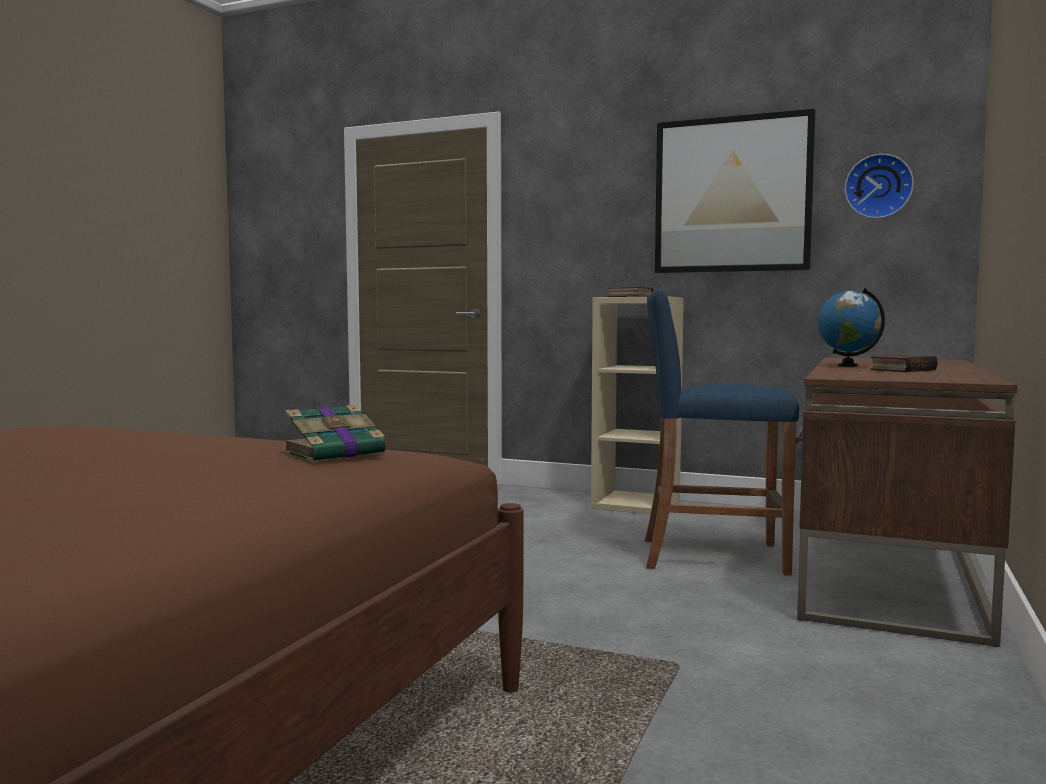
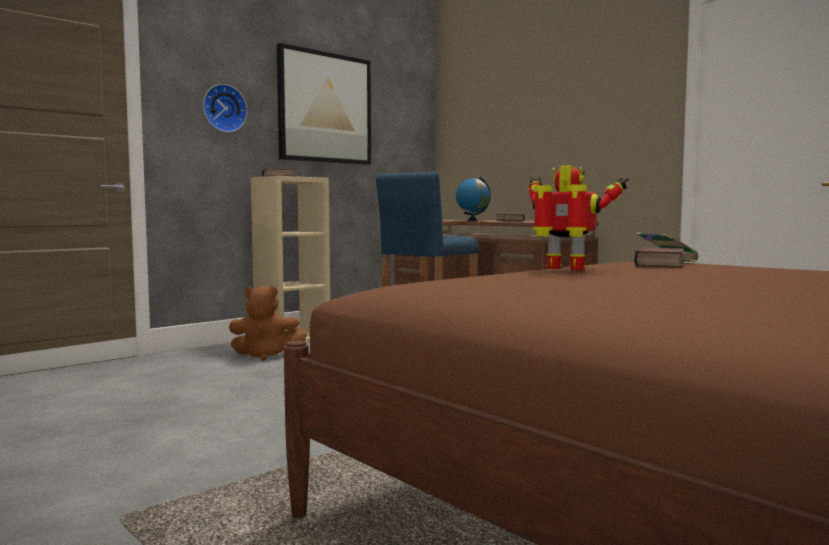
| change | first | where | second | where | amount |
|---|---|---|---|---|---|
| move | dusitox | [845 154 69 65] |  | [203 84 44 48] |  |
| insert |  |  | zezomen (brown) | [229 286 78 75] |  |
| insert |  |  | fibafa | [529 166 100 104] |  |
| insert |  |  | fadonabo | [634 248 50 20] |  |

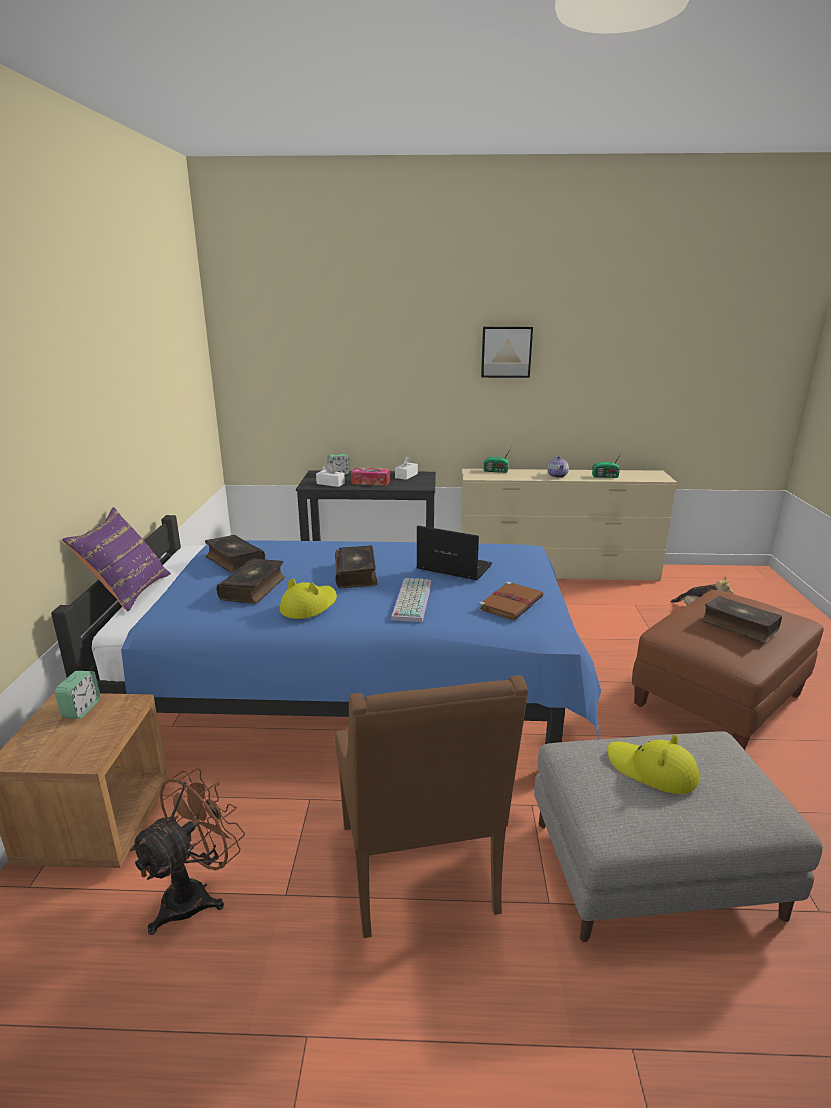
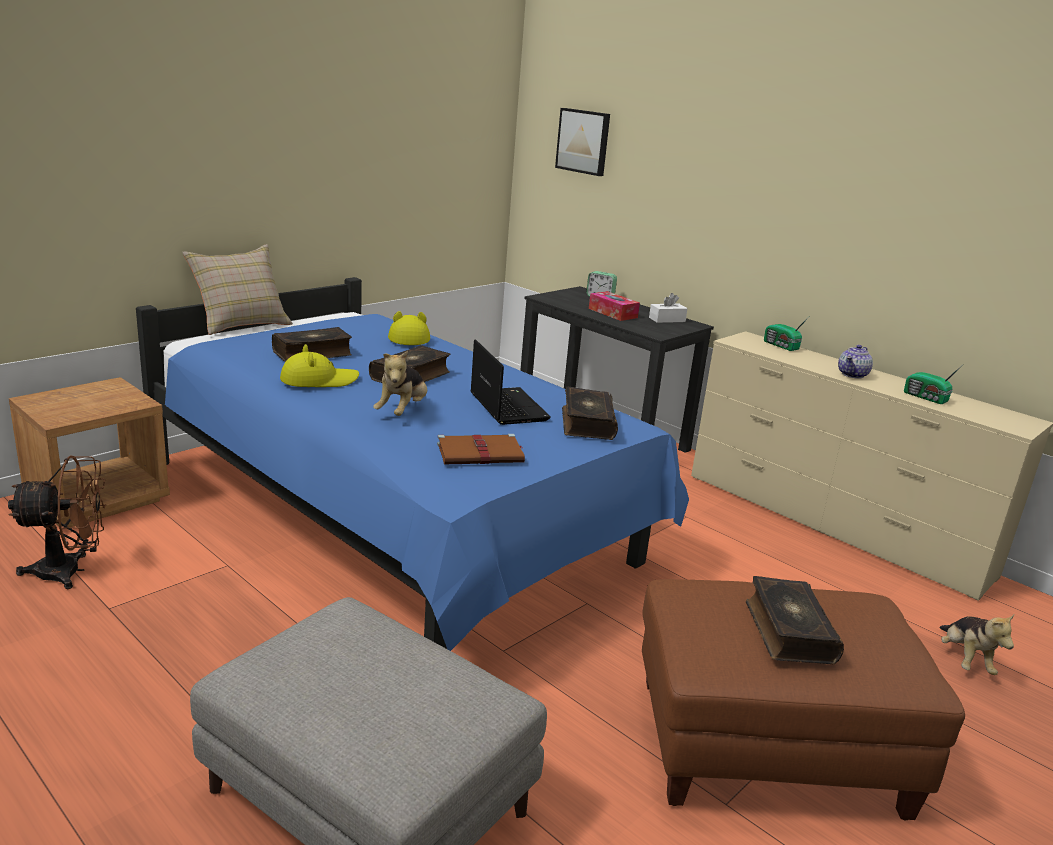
| change | first | where | second | where | amount |
|---|---|---|---|---|---|
| delete | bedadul | [55 671 45 48] |  |  |  |
| recolor | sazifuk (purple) | [62 507 109 104] | sazifuk (beige) | [182 244 111 91] |  |
| move | fadonabo | [205 535 60 38] |  | [562 387 56 53] |  |
| delete | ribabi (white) | [316 463 29 24] |  |  |  |
| delete | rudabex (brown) | [335 675 193 263] |  |  |  |
| replace | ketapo | [391 578 41 44] | zezomen | [373 350 54 66] |  |
| move | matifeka | [481 327 52 51] |  | [555 108 55 68] |  |
| move | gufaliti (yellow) | [607 734 92 60] |  | [388 311 42 34] |  |

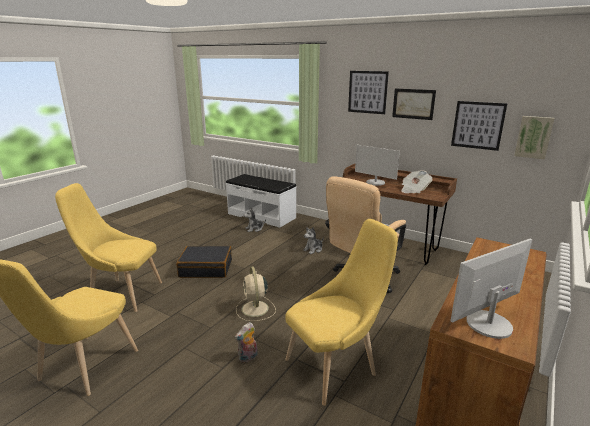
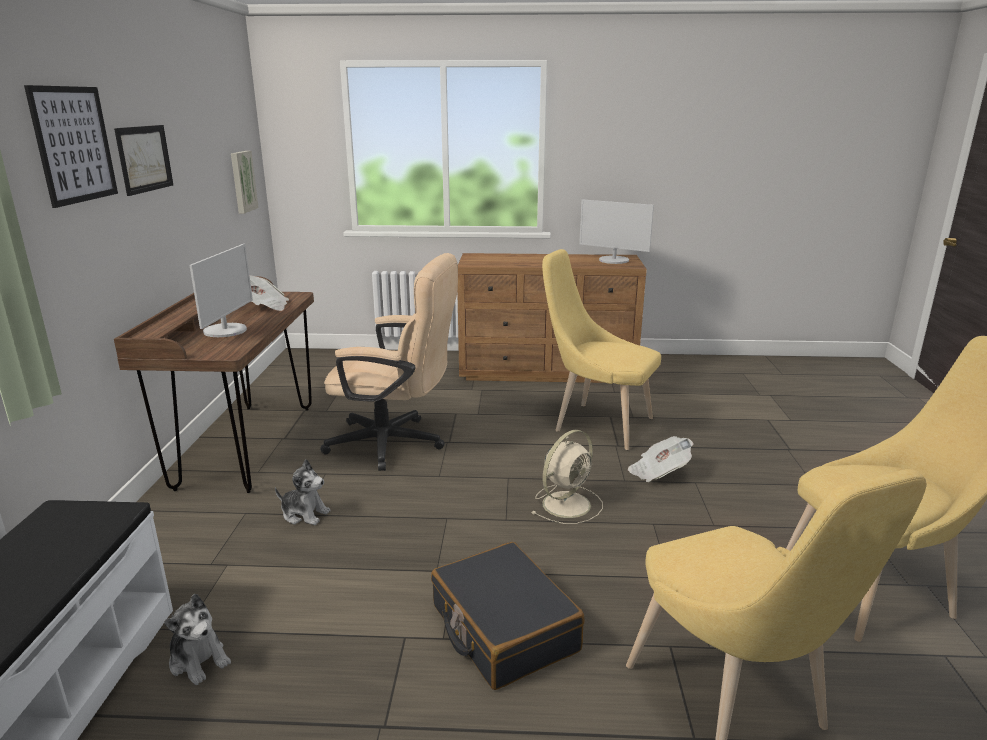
| change | first | where | second | where | amount |
|---|---|---|---|---|---|
| replace | zezomen | [235 322 23 41] | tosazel | [628 436 66 46] |  |
| delete | matifeka | [451 101 56 50] |  |  |  |

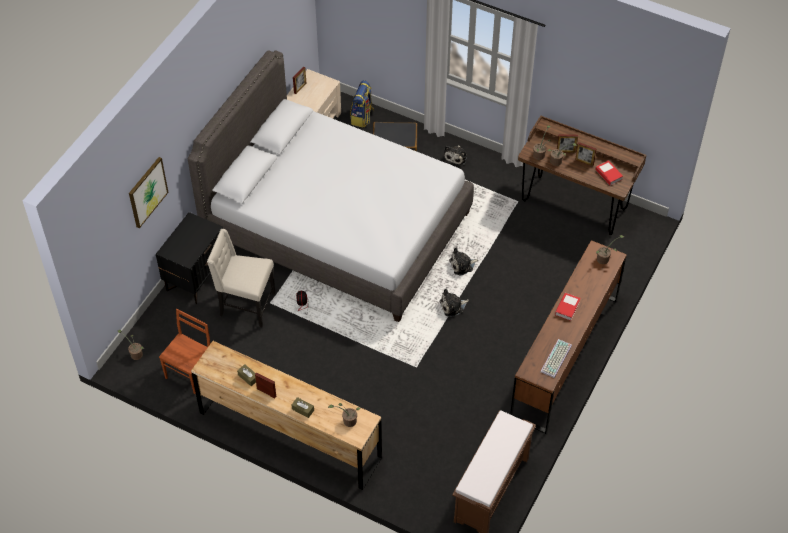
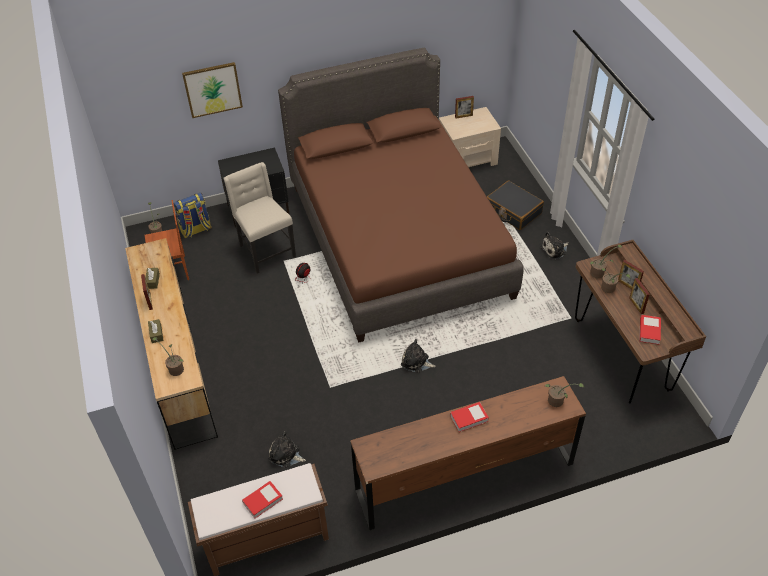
| change | first | where | second | where | amount |
|---|---|---|---|---|---|
| recolor | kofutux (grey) | [187 50 287 272] | kofutux (brown) | [278 48 246 295] |  |
| move | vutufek | [350 80 24 47] |  | [173 193 39 45] |  |
| move | zezomen | [449 247 29 28] |  | [268 431 38 36] |  |
| delete | ketapo | [540 339 32 39] |  |  |  |
| insert |  |  | fadonabo | [242 481 41 37] |  |

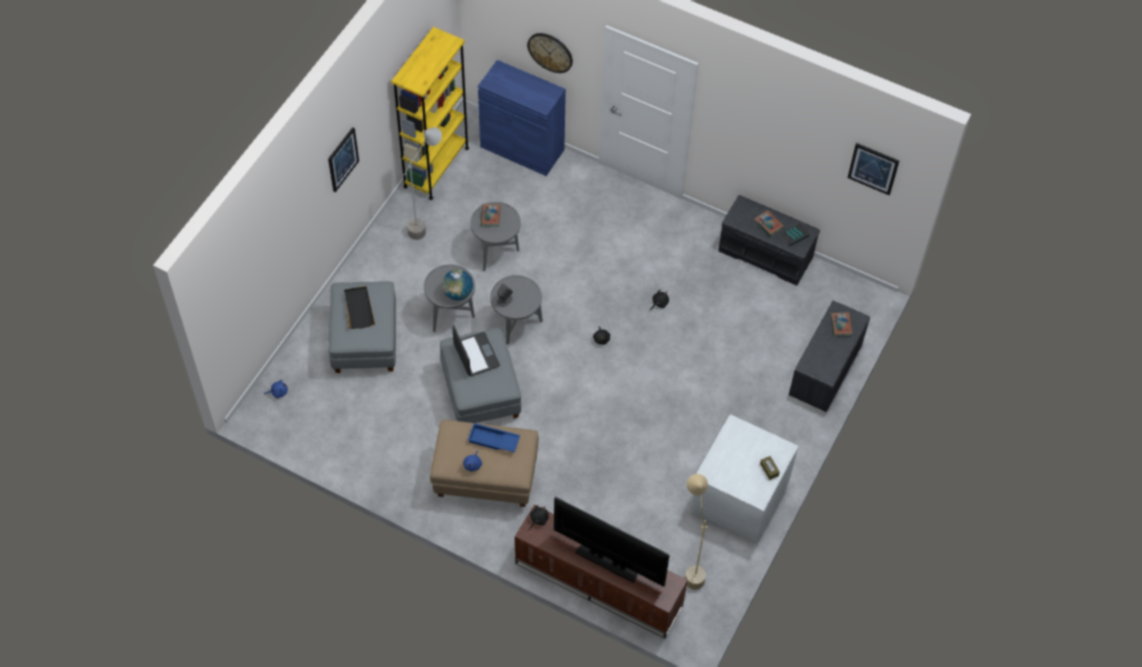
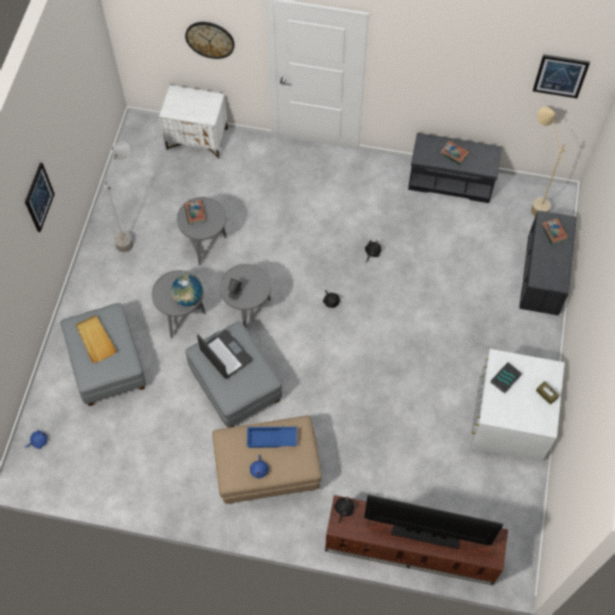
| change | first | where | second | where | amount |
|---|---|---|---|---|---|
| recolor | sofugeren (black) | [344 286 31 43] | sofugeren (beige) | [75 315 42 48] |  |
| delete | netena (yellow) | [391 27 78 173] |  |  |  |
| replace | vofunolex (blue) | [478 60 88 116] | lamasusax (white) | [159 85 69 74] |  |
| move | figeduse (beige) | [685 474 23 116] |  | [531 107 34 110] |  |
| move | fadonabo | [780 222 30 24] |  | [490 362 32 32] |  |

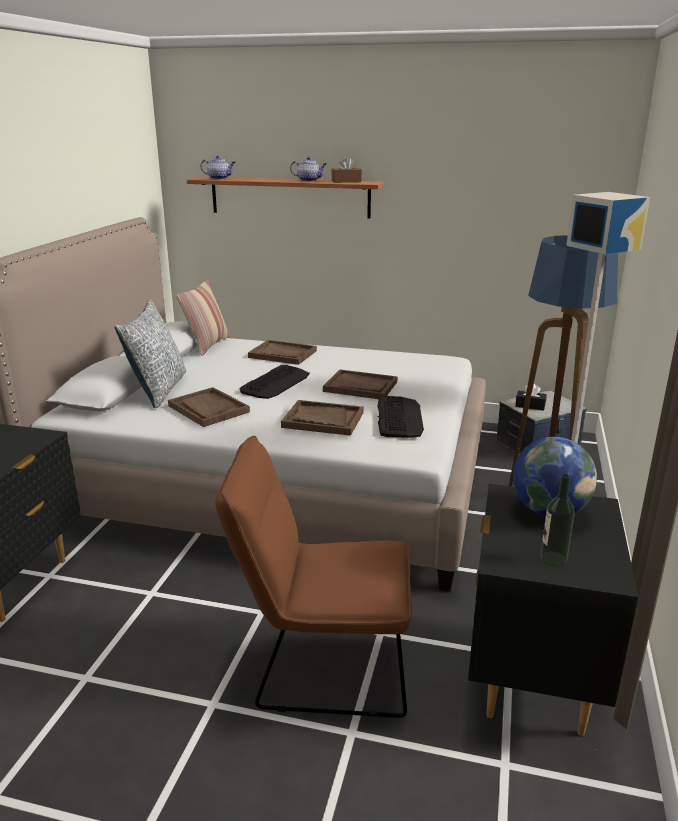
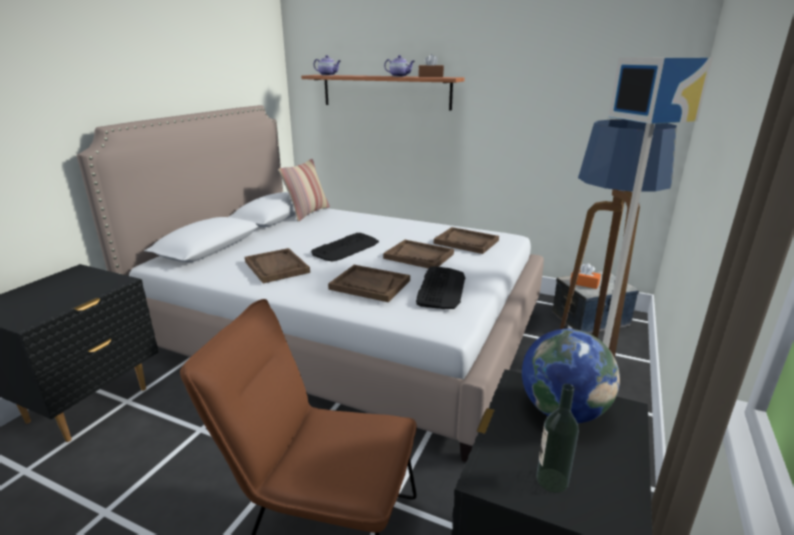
| change | first | where | second | where | amount |
|---|---|---|---|---|---|
| delete | sazifuk | [114 299 72 109] |  |  |  |
| move | sofugeren (brown) | [248 340 69 25] |  | [434 227 65 27] |  |
| recolor | ribabi (black) | [515 384 32 27] | ribabi (orange) | [570 263 31 26] |  |

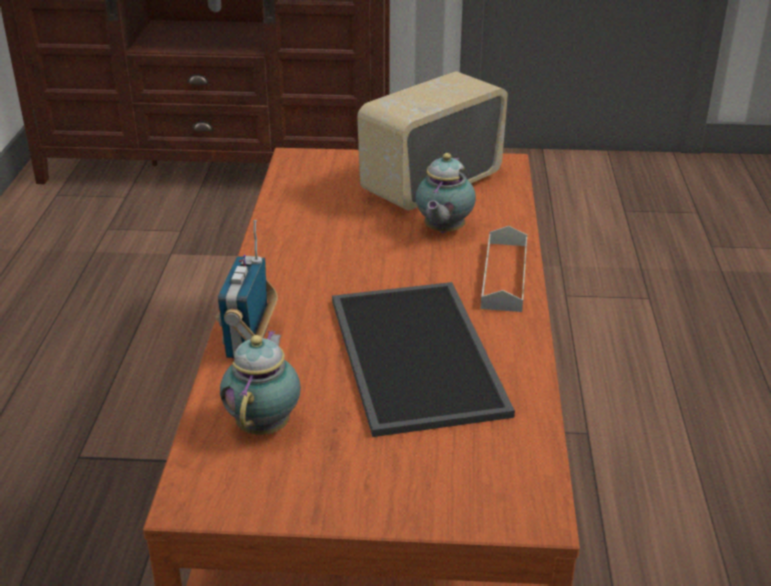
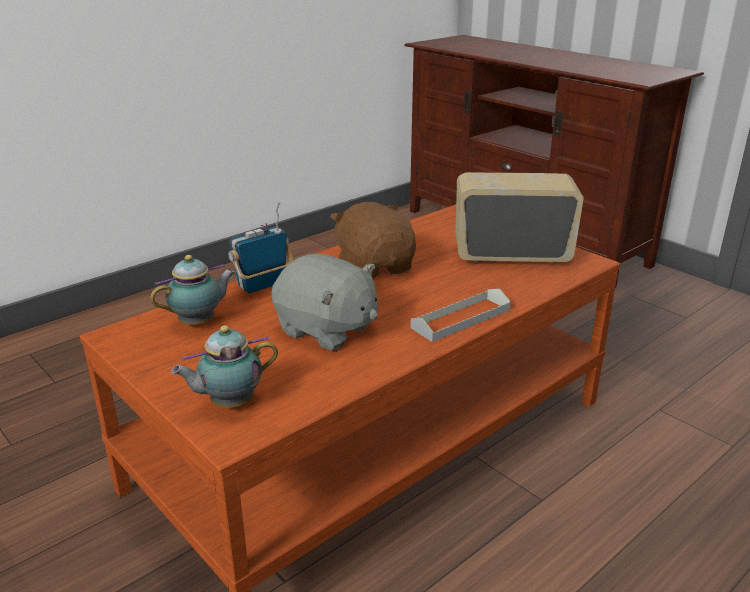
| change | first | where | second | where | amount |
|---|---|---|---|---|---|
| replace | sofugeren | [332 282 183 155] | zezomen (grey) | [271 254 107 96] |  |
| move | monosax | [416 153 60 80] |  | [171 325 107 83] |  |
| insert |  |  | zezomen (brown) | [330 202 86 76] |  |

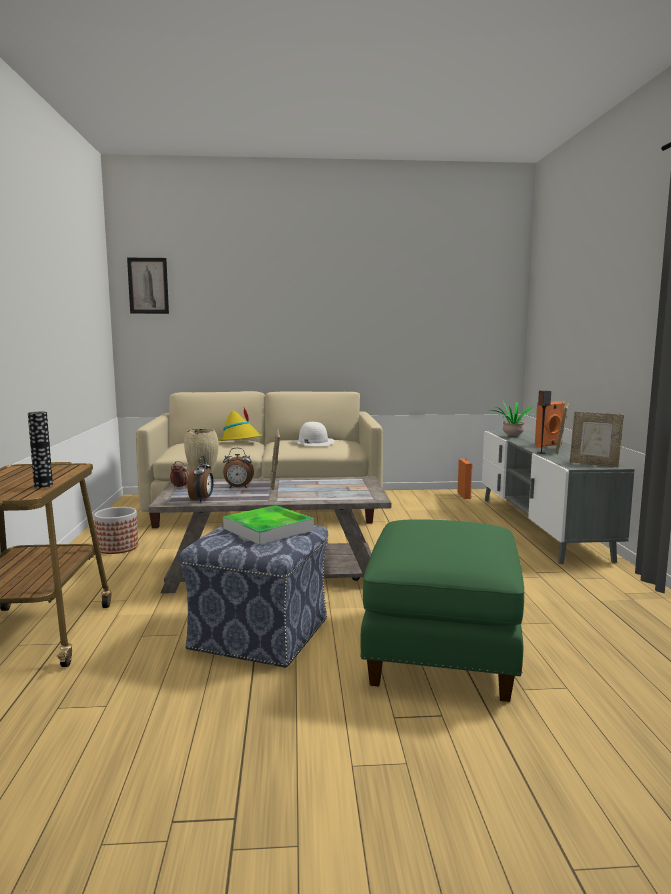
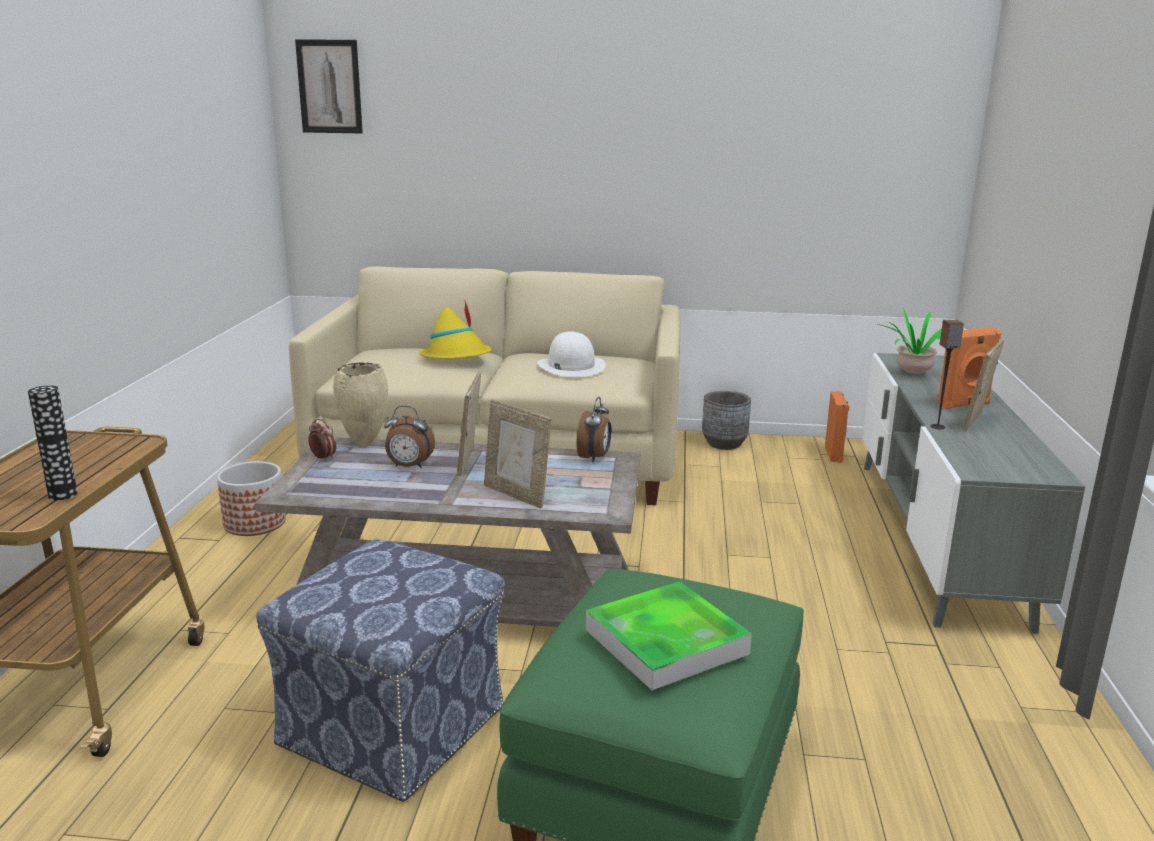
| change | first | where | second | where | amount |
|---|---|---|---|---|---|
| move | bedadul | [187 456 27 46] |  | [576 397 35 65] |  |
| move | sofugeren | [223 505 91 40] |  | [586 581 166 109] |  |
| move | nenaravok | [570 412 54 55] |  | [484 399 67 109] |  |
| insert |  |  | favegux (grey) | [702 391 49 59] |  |

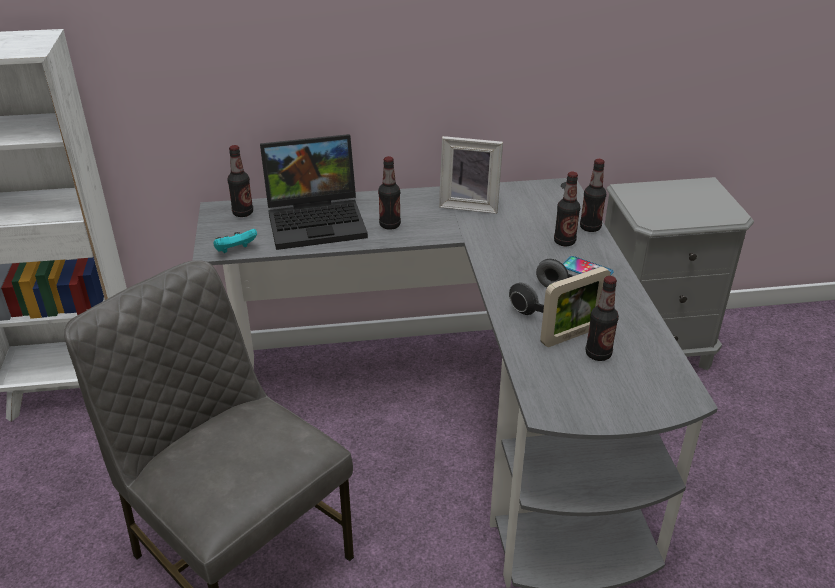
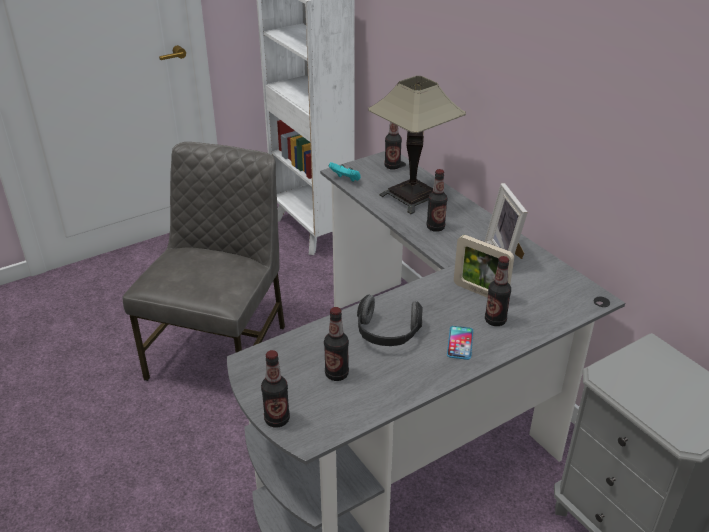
| change | first | where | second | where | amount |
|---|---|---|---|---|---|
| replace | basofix | [260 134 108 116] | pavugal | [368 76 98 138] |  |
| move | nenaravok | [540 267 70 80] |  | [454 235 60 63] |  |
| move | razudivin | [580 159 26 73] |  | [261 350 29 77] |  |

